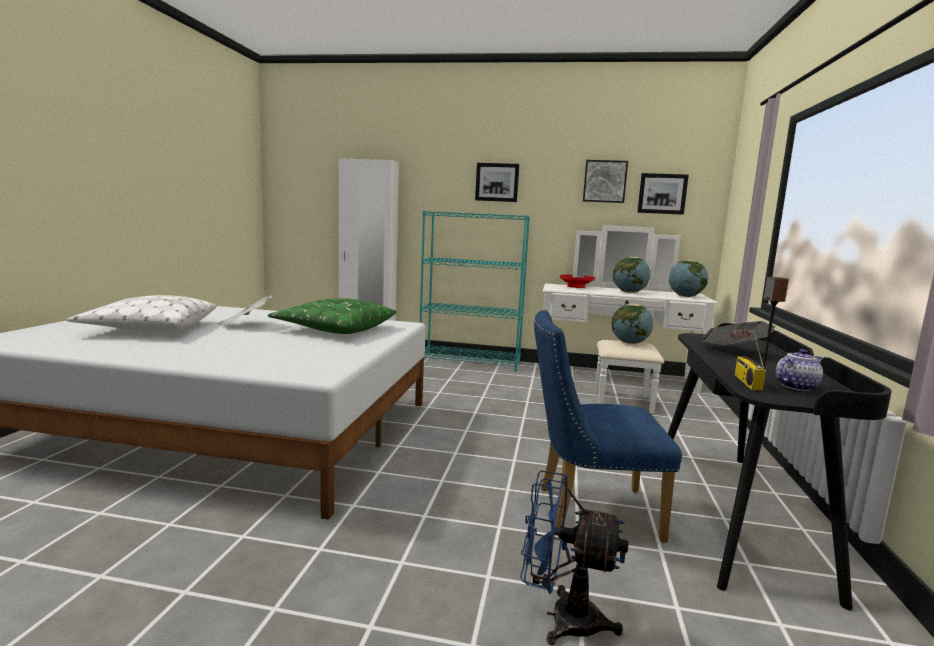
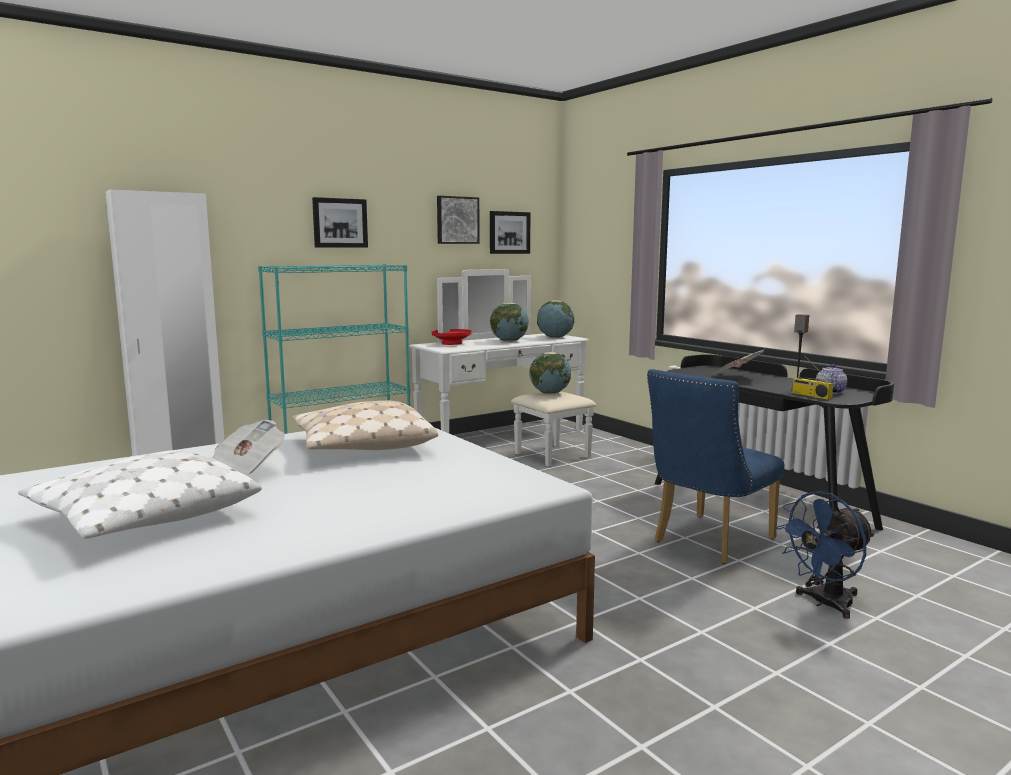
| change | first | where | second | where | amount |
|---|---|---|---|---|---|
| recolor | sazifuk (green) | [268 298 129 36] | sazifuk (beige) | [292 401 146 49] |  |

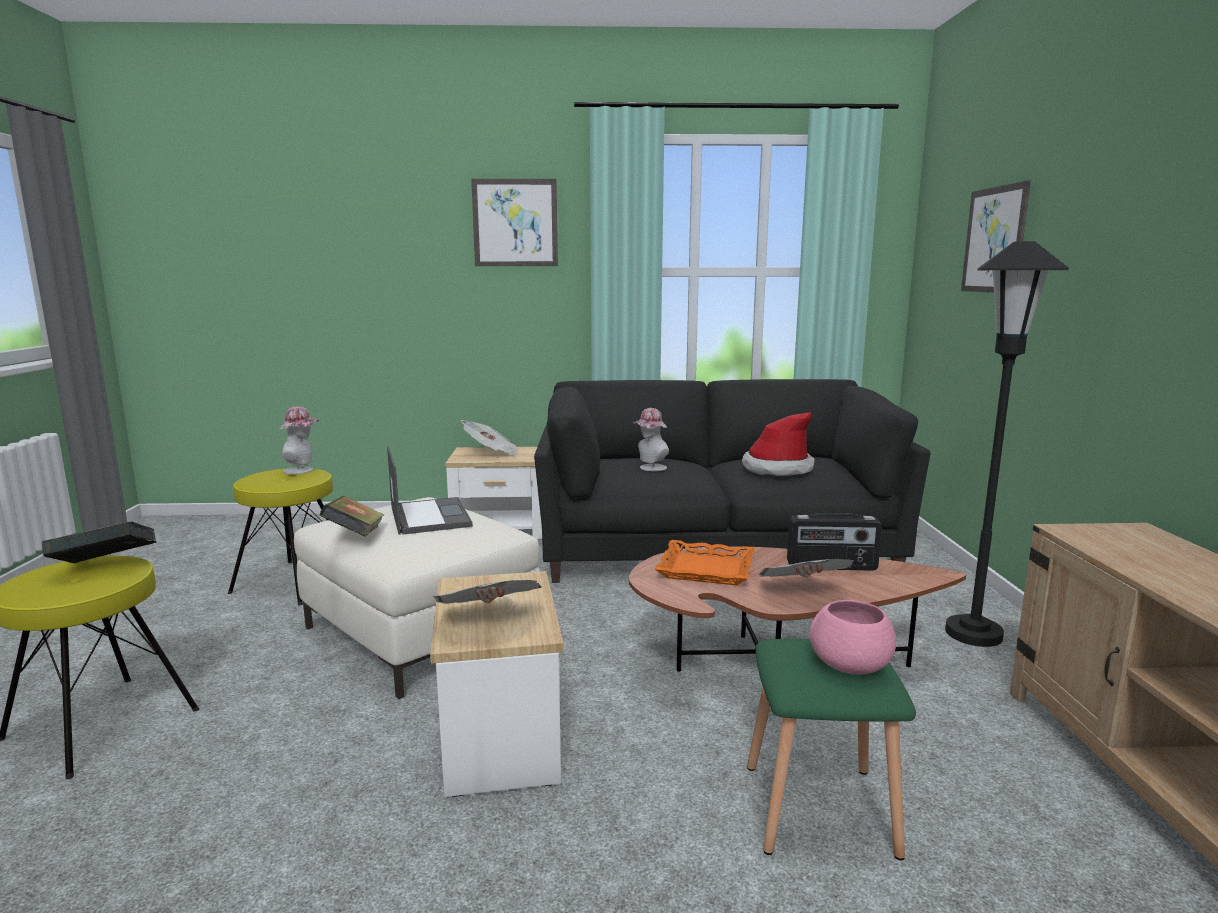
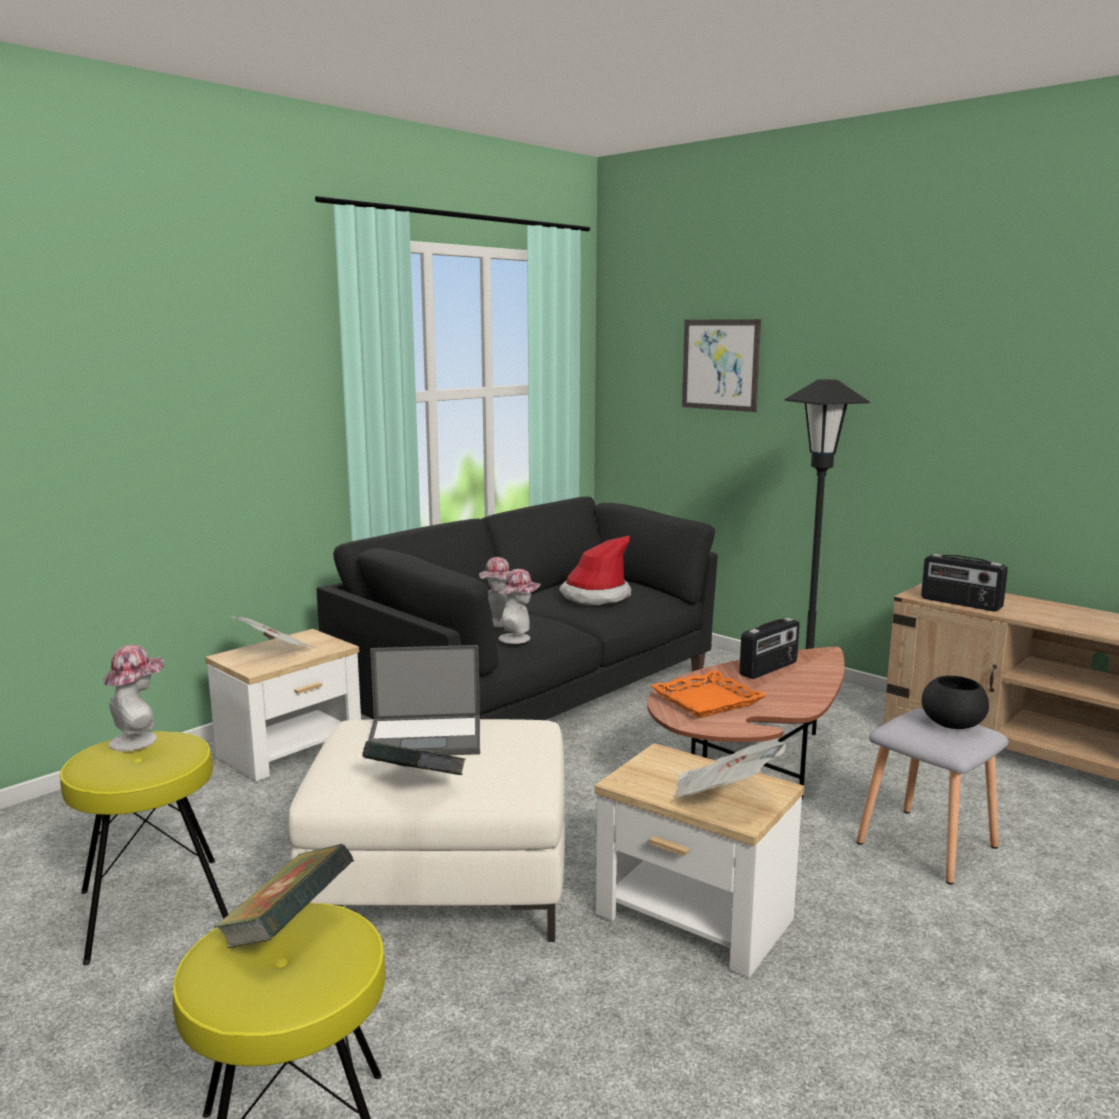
| change | first | where | second | where | amount |
|---|---|---|---|---|---|
| rotate | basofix | [387 446 86 89] |  | [365 645 115 114] | 150 degrees clockwise |
| delete | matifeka | [471 179 87 87] |  |  |  |
| recolor | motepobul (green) | [747 639 169 221] | motepobul (grey) | [856 708 153 177] |  |
| delete | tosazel | [759 559 94 19] |  |  |  |
| recolor | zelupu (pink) | [809 600 87 74] | zelupu (black) | [922 675 67 54] |  |
| insert |  |  | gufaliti | [499 569 42 75] |  |
| insert |  |  | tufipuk | [921 554 87 57] |  |

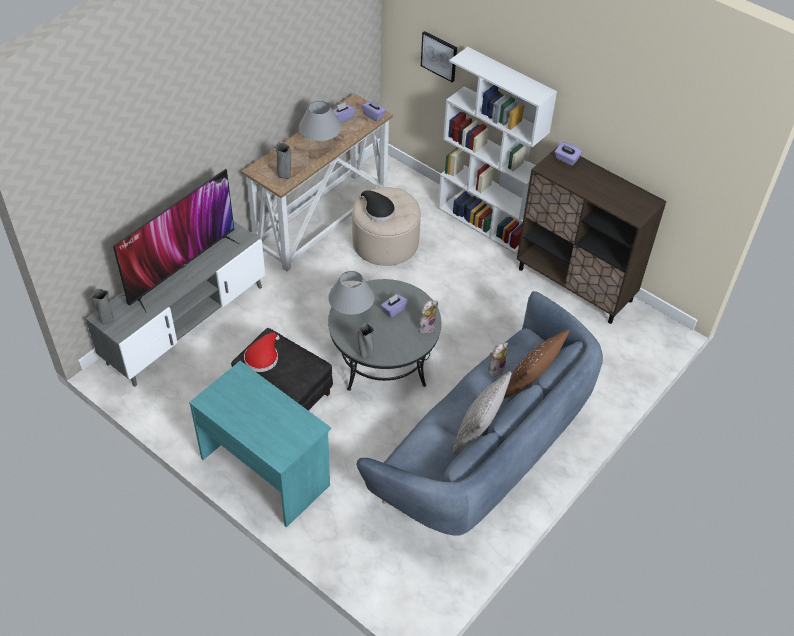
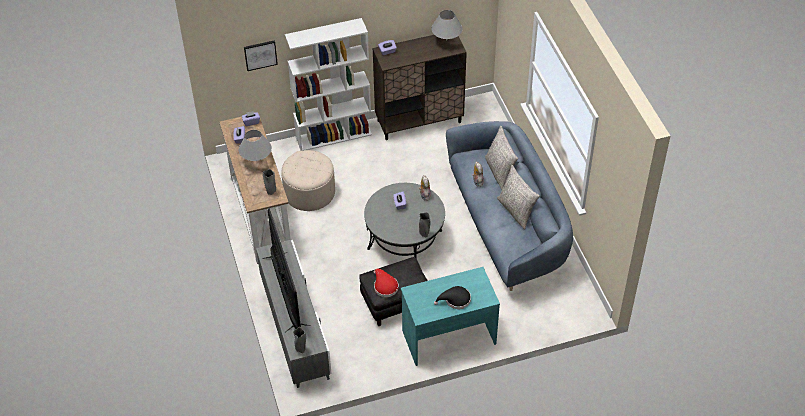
| change | first | where | second | where | amount |
|---|---|---|---|---|---|
| move | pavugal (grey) | [328 271 46 44] |  | [431 10 31 32] |  |
| move | gufaliti (black) | [359 190 36 31] |  | [434 286 37 23] |  |
| recolor | sazifuk (brown) | [504 329 65 69] | sazifuk (grey) | [485 126 33 63] |  |

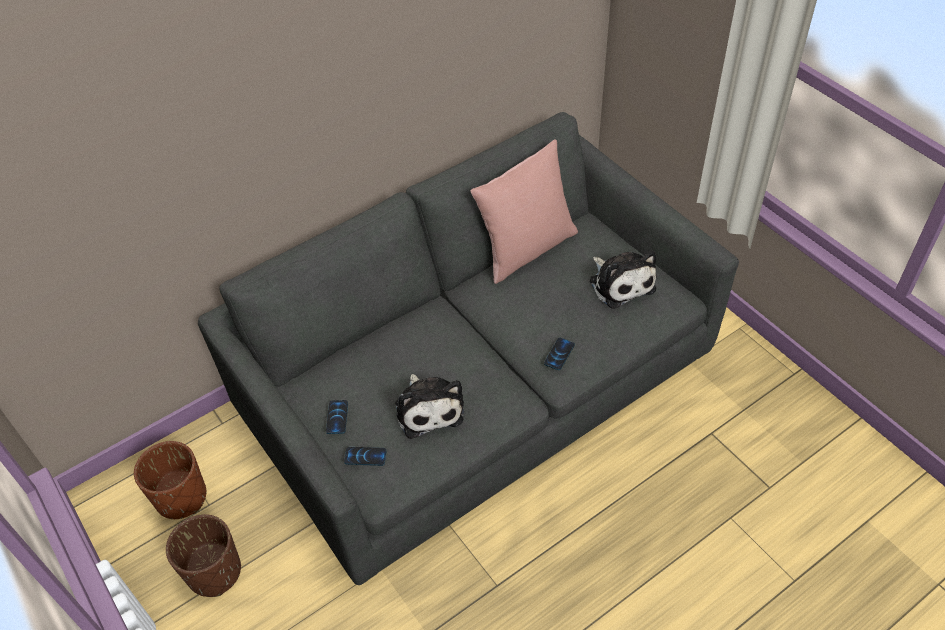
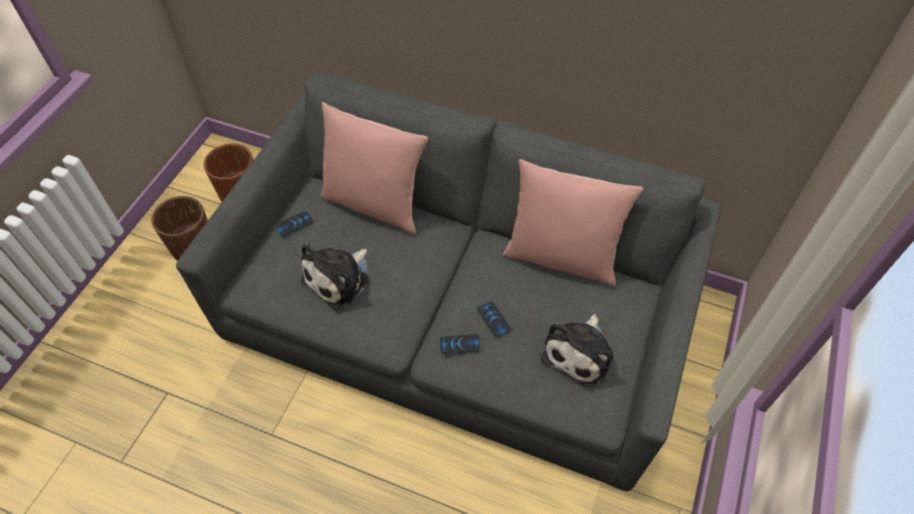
| change | first | where | second | where | amount |
|---|---|---|---|---|---|
| move | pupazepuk | [344 447 42 19] |  | [477 301 34 36] |  |
| insert |  |  | sazifuk (pink) | [320 102 108 132] |  |

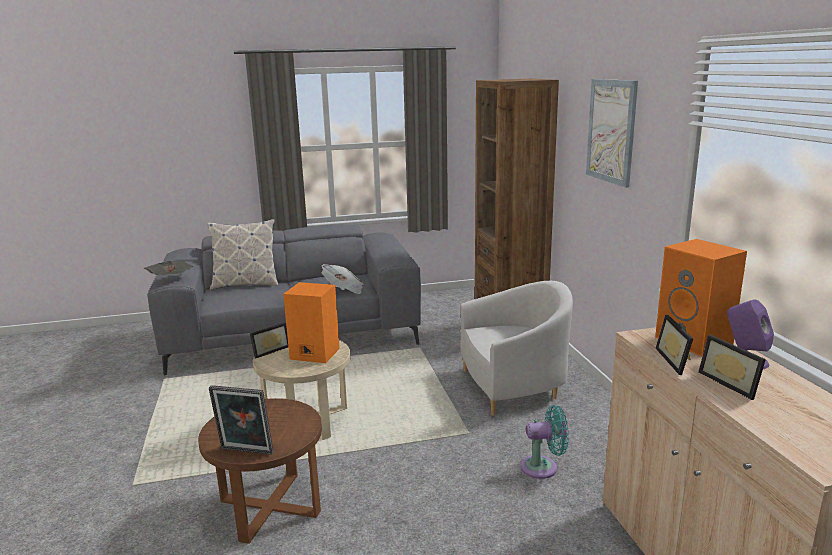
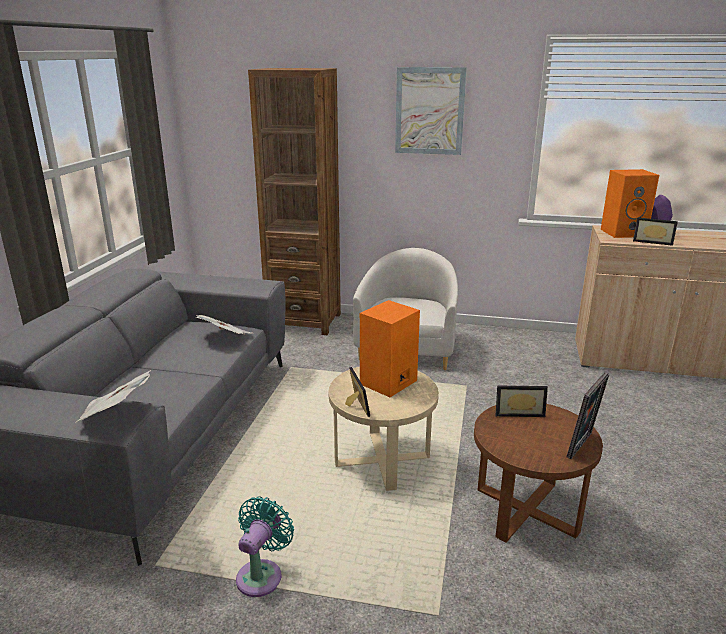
| change | first | where | second | where | amount |
|---|---|---|---|---|---|
| delete | sazifuk | [207 219 71 71] |  |  |  |
| move | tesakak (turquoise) | [521 405 48 74] |  | [236 496 58 101] |  |
| move | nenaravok | [698 335 68 65] |  | [496 386 52 31] |  |

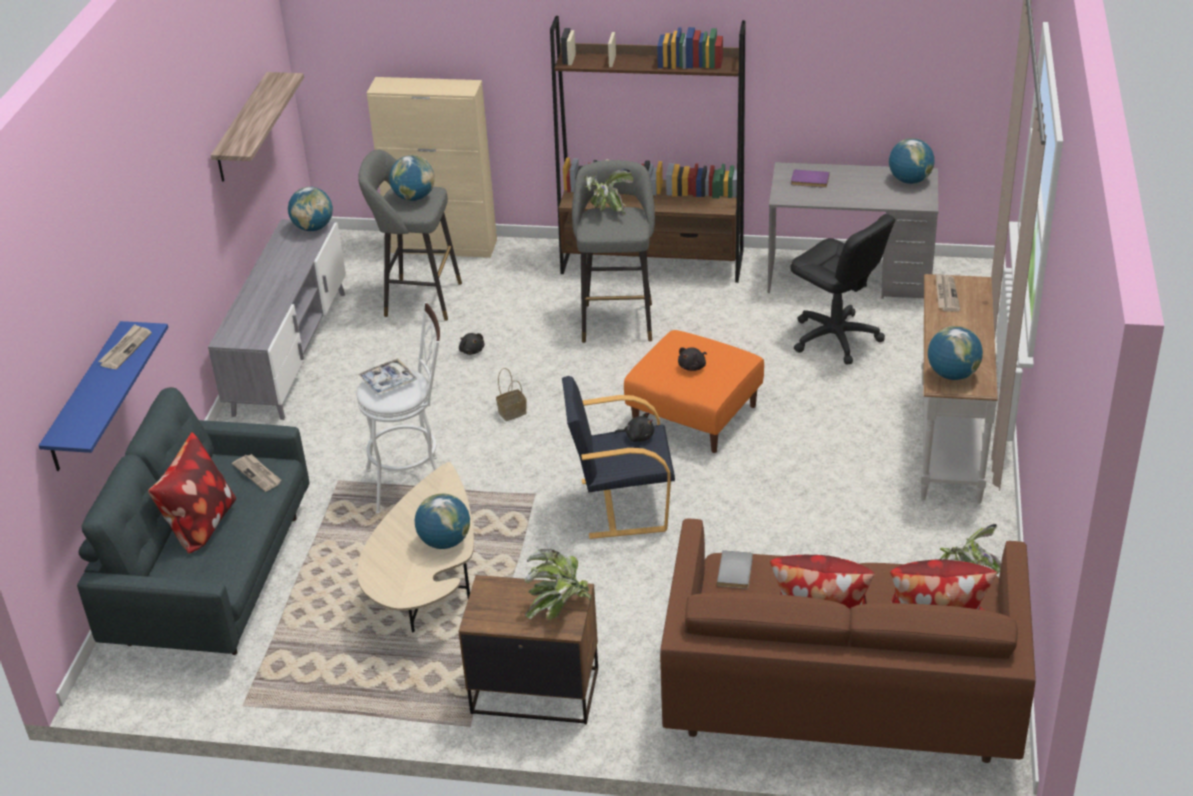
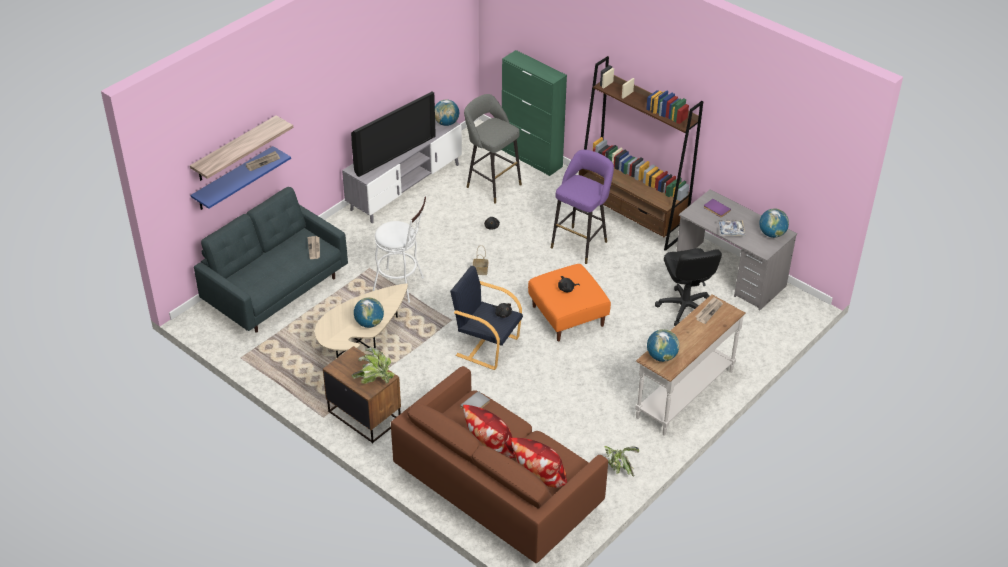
| change | first | where | second | where | amount |
|---|---|---|---|---|---|
| delete | sazifuk | [148 432 88 122] |  |  |  |
| move | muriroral | [211 72 93 110] |  | [190 115 103 66] |  |
| move | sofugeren | [358 358 59 37] |  | [718 220 28 16] |  |
| recolor | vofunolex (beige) | [367 77 130 181] | vofunolex (green) | [501 50 66 126] |  |
| delete | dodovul | [389 155 46 46] |  |  |  |
| recolor | motepobul (grey) | [572 160 83 183] | motepobul (purple) | [551 150 63 114] |  |
| delete | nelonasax | [584 169 49 45] |  |  |  |
| insert |  |  | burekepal | [351 91 85 86] |  |

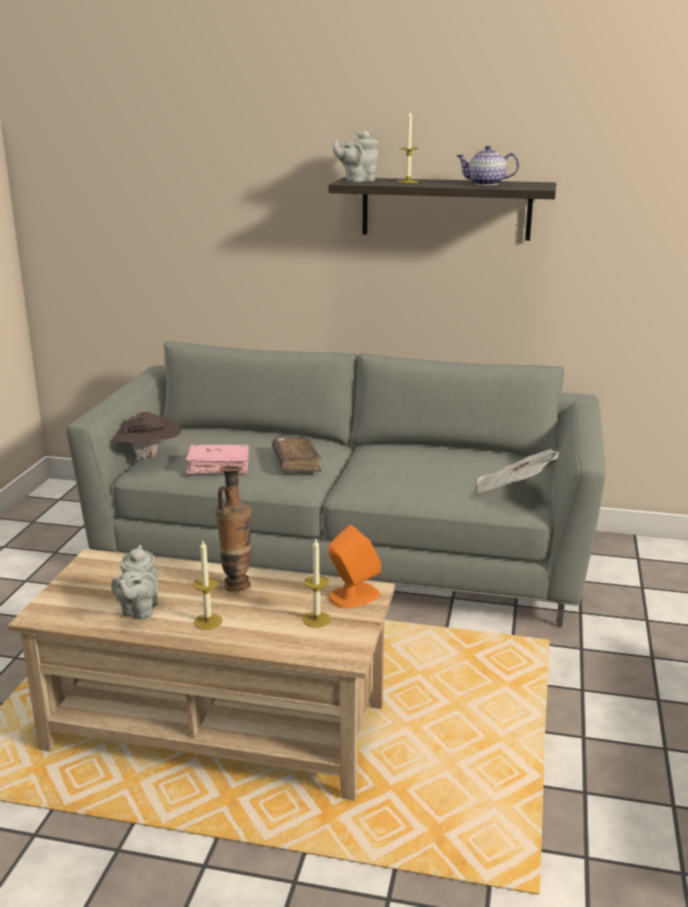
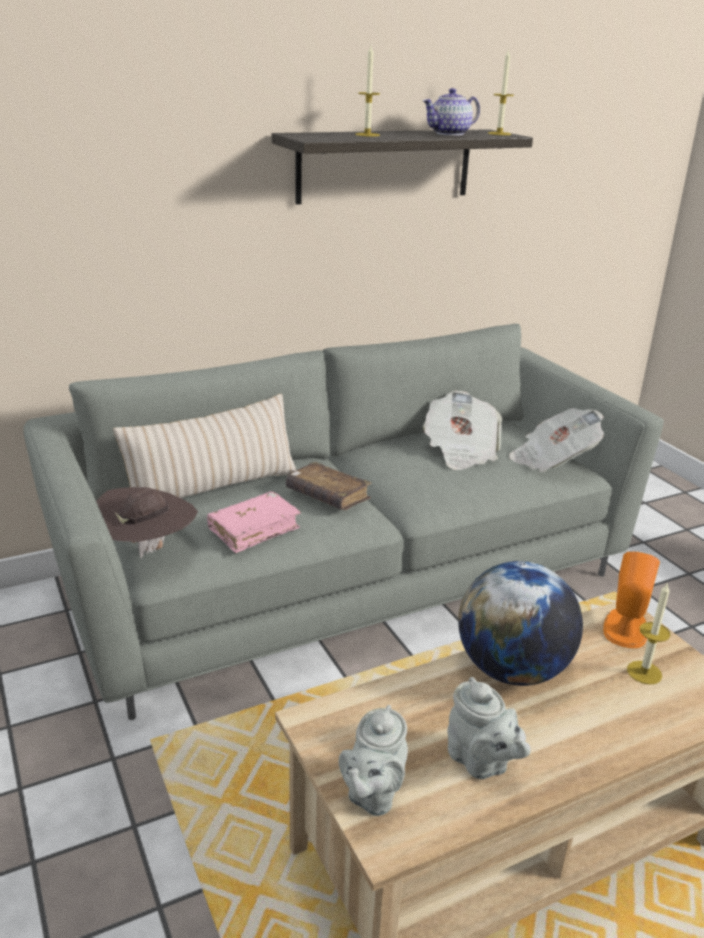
| change | first | where | second | where | amount |
|---|---|---|---|---|---|
| move | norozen | [193 541 30 89] |  | [488 49 26 86] |  |
| replace | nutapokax | [215 465 37 127] | dodovul | [458 561 125 125] |  |
| move | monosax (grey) | [333 130 46 52] |  | [339 705 69 111] |  |
| insert |  |  | sazifuk (beige) | [113 394 183 104] |  |
| insert |  |  | tosazel | [423 391 79 79] |  |

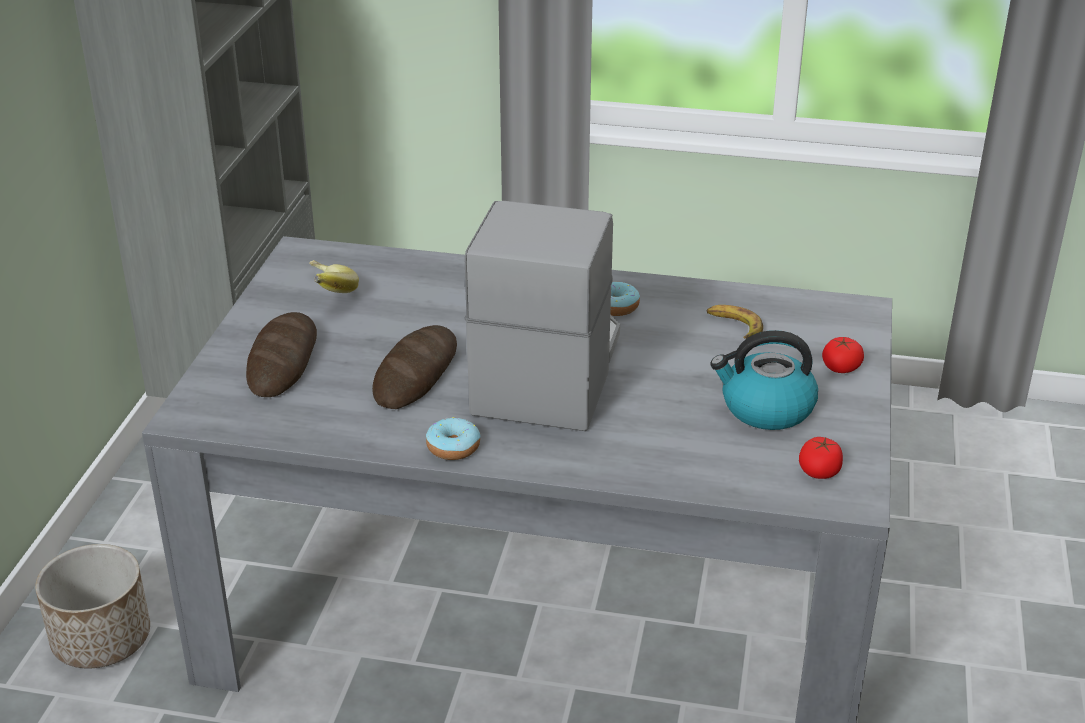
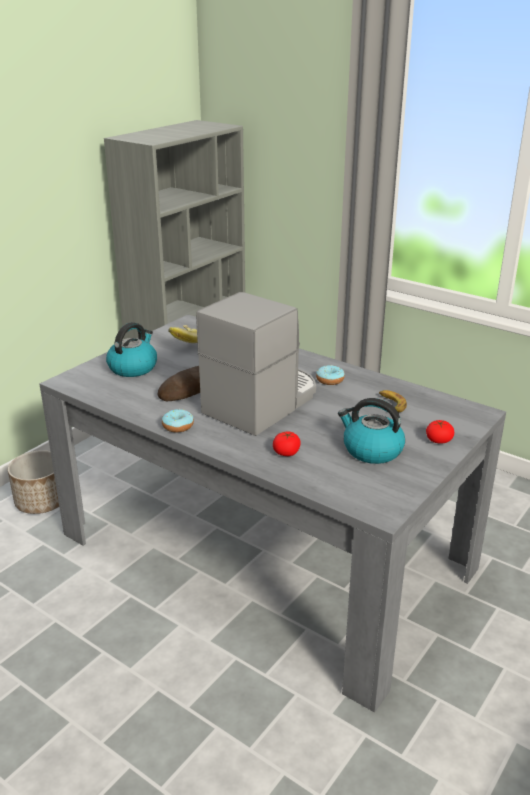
| change | first | where | second | where | amount |
|---|---|---|---|---|---|
| replace | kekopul | [246 312 71 85] | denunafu | [106 322 51 55] |  |
| move | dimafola | [799 437 44 42] |  | [273 431 28 25] |  |

